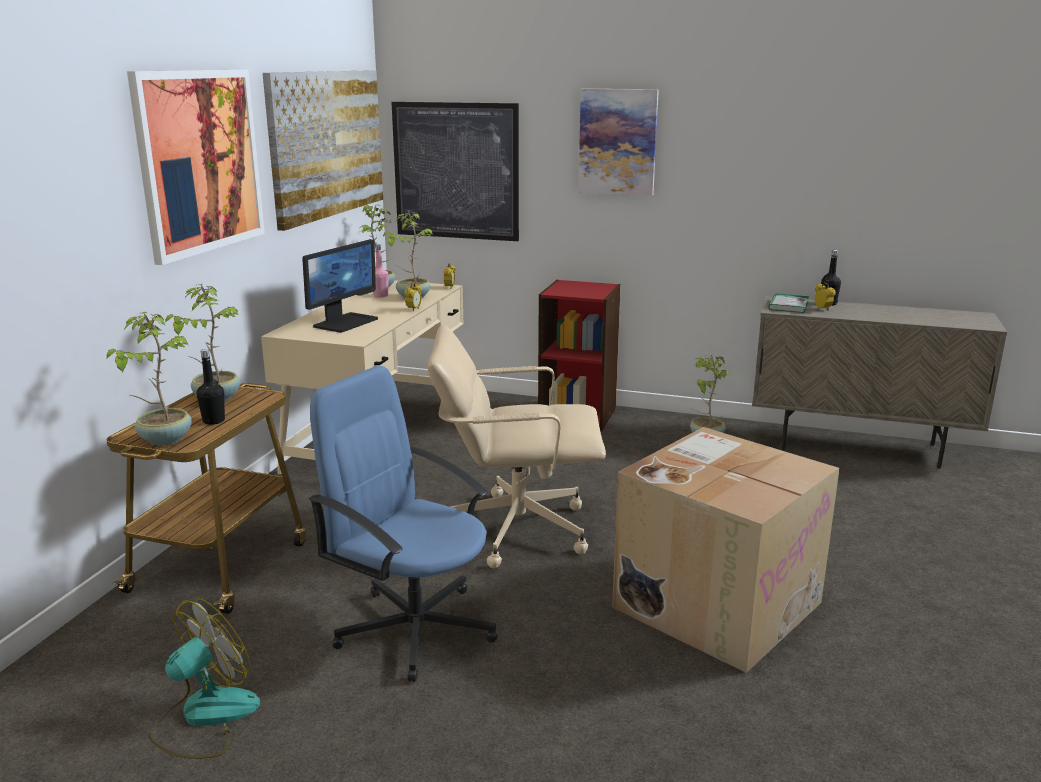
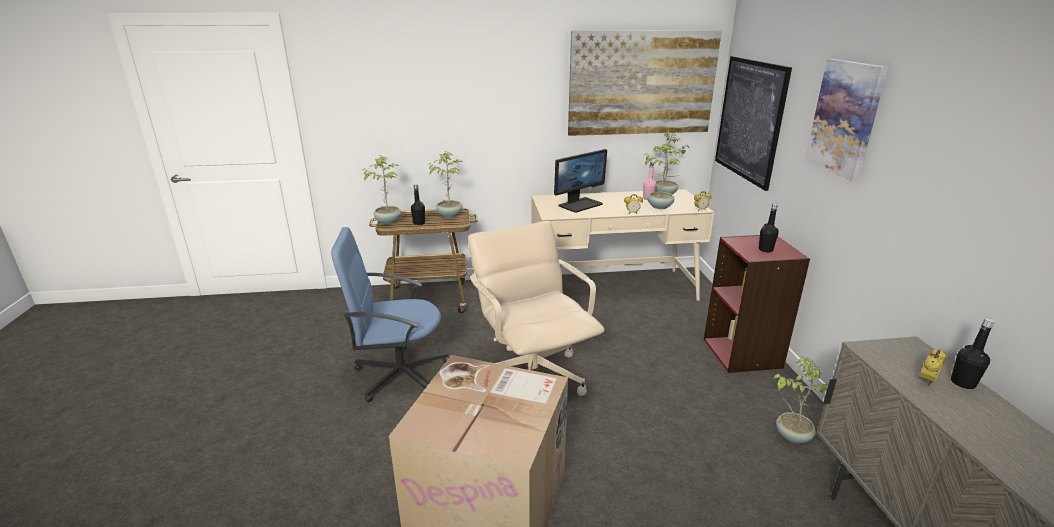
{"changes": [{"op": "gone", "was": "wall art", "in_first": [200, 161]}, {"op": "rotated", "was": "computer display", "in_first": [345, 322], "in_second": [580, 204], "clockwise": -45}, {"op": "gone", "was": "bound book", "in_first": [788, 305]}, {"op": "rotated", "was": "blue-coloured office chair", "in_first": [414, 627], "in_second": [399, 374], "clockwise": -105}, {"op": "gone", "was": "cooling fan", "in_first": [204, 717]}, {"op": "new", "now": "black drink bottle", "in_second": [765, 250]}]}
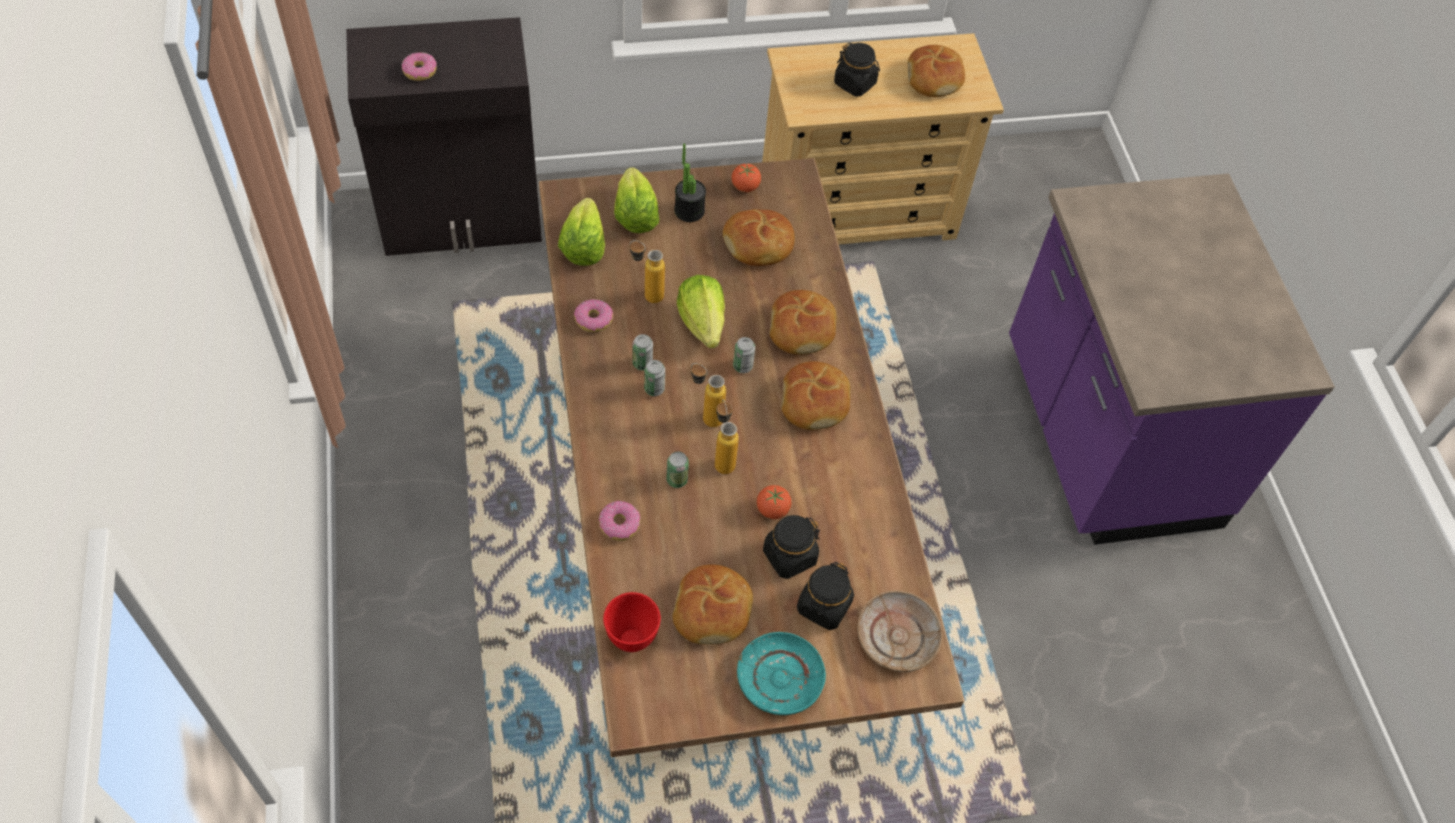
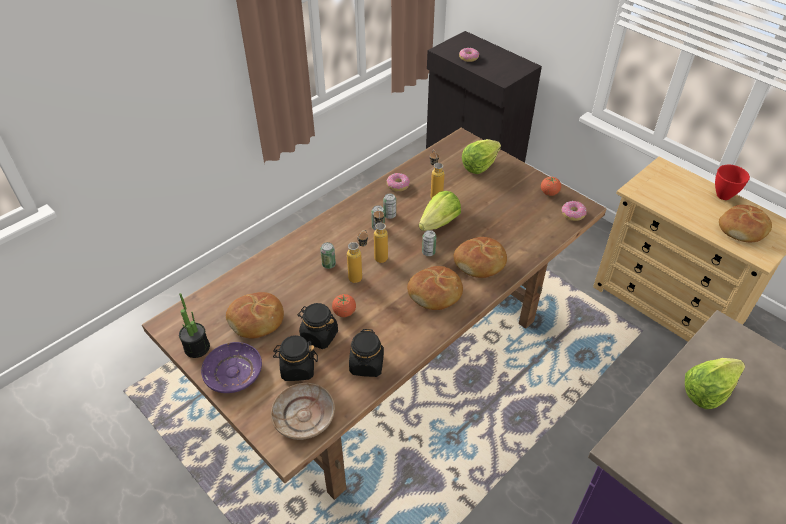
{"changes": [{"op": "shifted", "was": "black preserve jar", "in_first": [855, 84], "in_second": [366, 365]}, {"op": "shifted", "was": "plant in a pot", "in_first": [689, 211], "in_second": [197, 348]}, {"op": "shifted", "was": "lettuce head", "in_first": [583, 247], "in_second": [707, 391]}, {"op": "gone", "was": "baked bread", "in_first": [758, 245]}, {"op": "shifted", "was": "doughnut", "in_first": [619, 524], "in_second": [573, 214]}, {"op": "shifted", "was": "red-coloured serving bowl", "in_first": [633, 641], "in_second": [723, 196]}, {"op": "repainted", "was": "blue-green flat dish", "now": "purplish flat dish", "in_first": [780, 679], "in_second": [233, 373]}]}
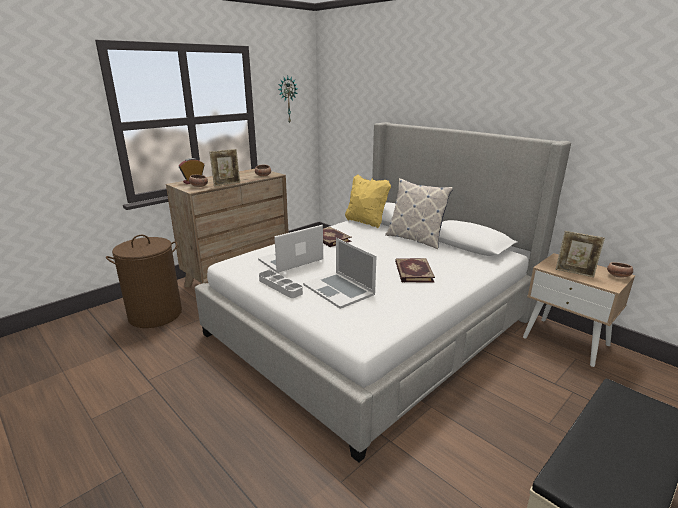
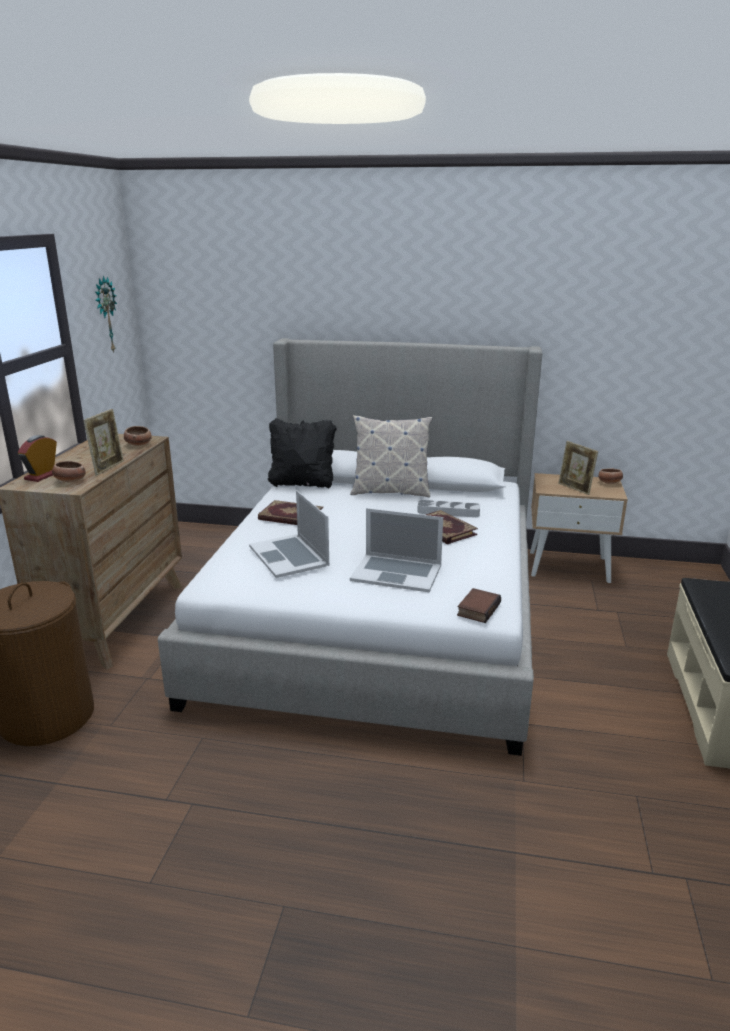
{"changes": [{"op": "repainted", "was": "yellow pillow", "now": "black pillow", "in_first": [366, 222], "in_second": [302, 484]}, {"op": "rotated", "was": "laptop", "in_first": [291, 259], "in_second": [289, 556], "clockwise": -45}, {"op": "rotated", "was": "standing frame", "in_first": [574, 272], "in_second": [575, 489], "clockwise": 60}, {"op": "shifted", "was": "grey carrying tray", "in_first": [280, 286], "in_second": [448, 512]}, {"op": "new", "now": "bound book", "in_second": [477, 609]}]}
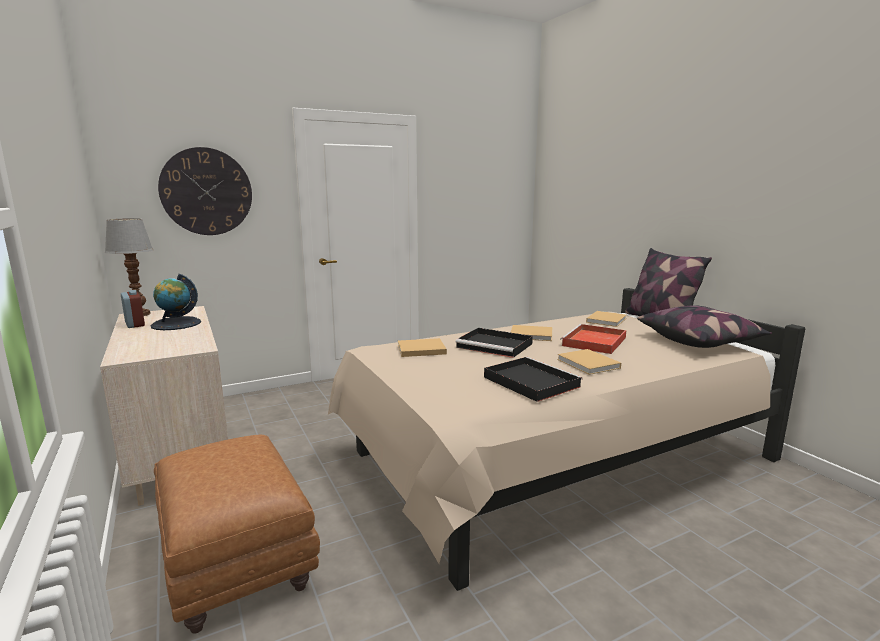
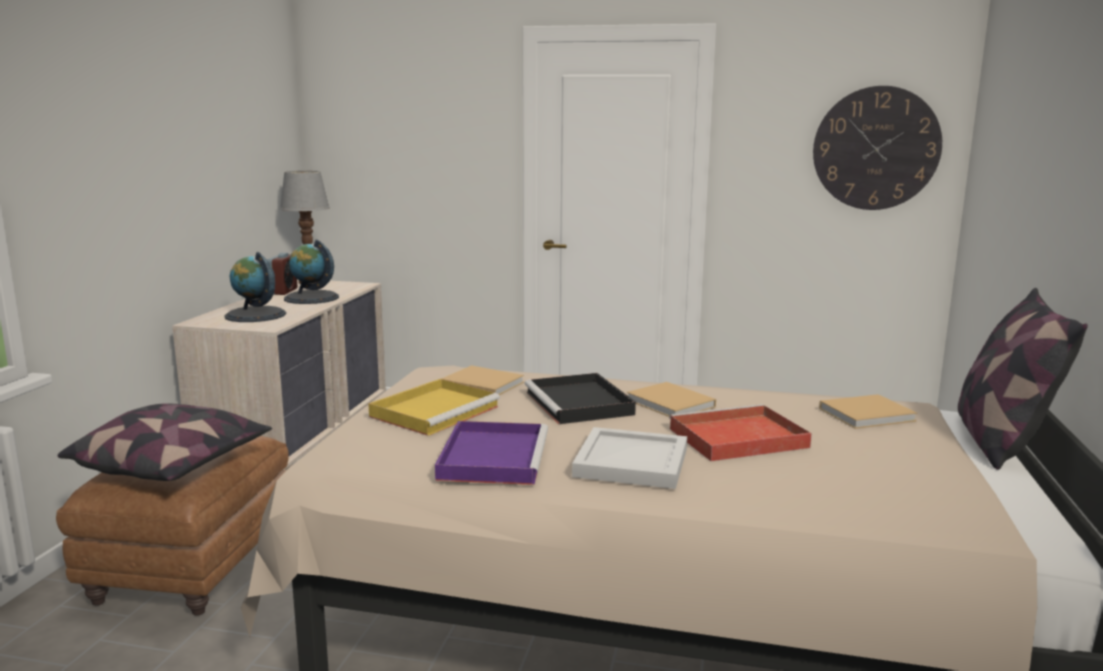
{"changes": [{"op": "shifted", "was": "clock on the wall", "in_first": [206, 192], "in_second": [876, 148]}, {"op": "shifted", "was": "pillow", "in_first": [699, 341], "in_second": [173, 466]}, {"op": "swapped", "was": "beige-coloured bound book", "now": "white-coloured carrying tray", "in_first": [589, 364], "in_second": [633, 463]}, {"op": "repainted", "was": "black carrying tray", "now": "purplish carrying tray", "in_first": [529, 381], "in_second": [493, 457]}, {"op": "new", "now": "world globe", "in_second": [255, 315]}, {"op": "new", "now": "yellow carrying tray", "in_second": [436, 411]}]}
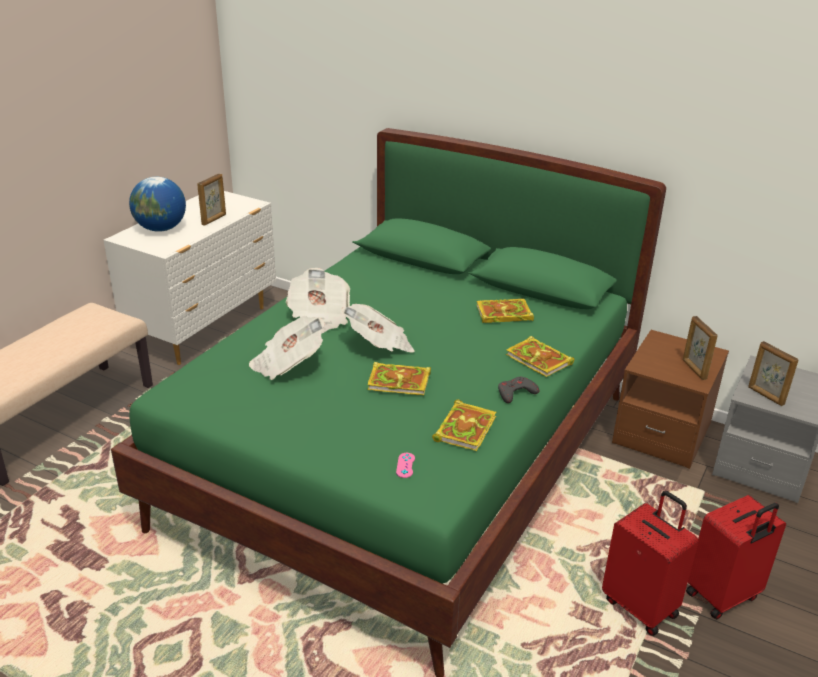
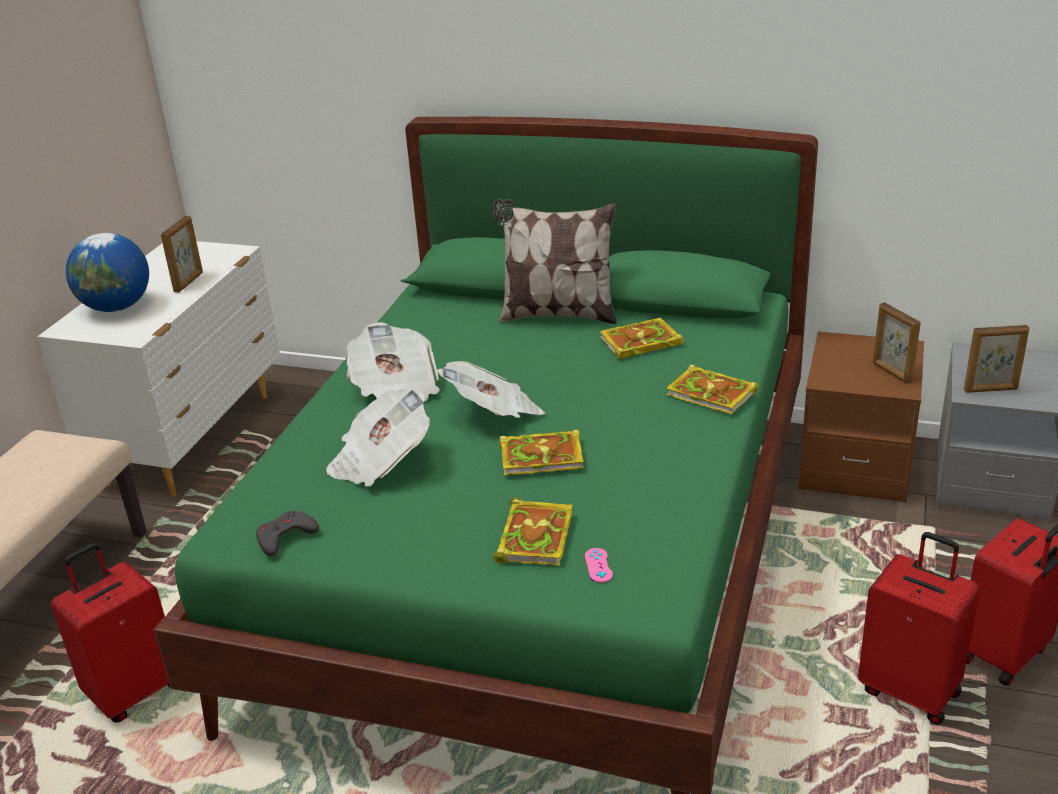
{"changes": [{"op": "rotated", "was": "standing frame", "in_first": [765, 396], "in_second": [991, 390], "clockwise": -45}, {"op": "shifted", "was": "grey joypad", "in_first": [516, 393], "in_second": [285, 537]}, {"op": "shifted", "was": "bound book", "in_first": [465, 428], "in_second": [534, 535]}, {"op": "new", "now": "pillow", "in_second": [557, 314]}, {"op": "new", "now": "red-coloured travel case", "in_second": [134, 692]}]}
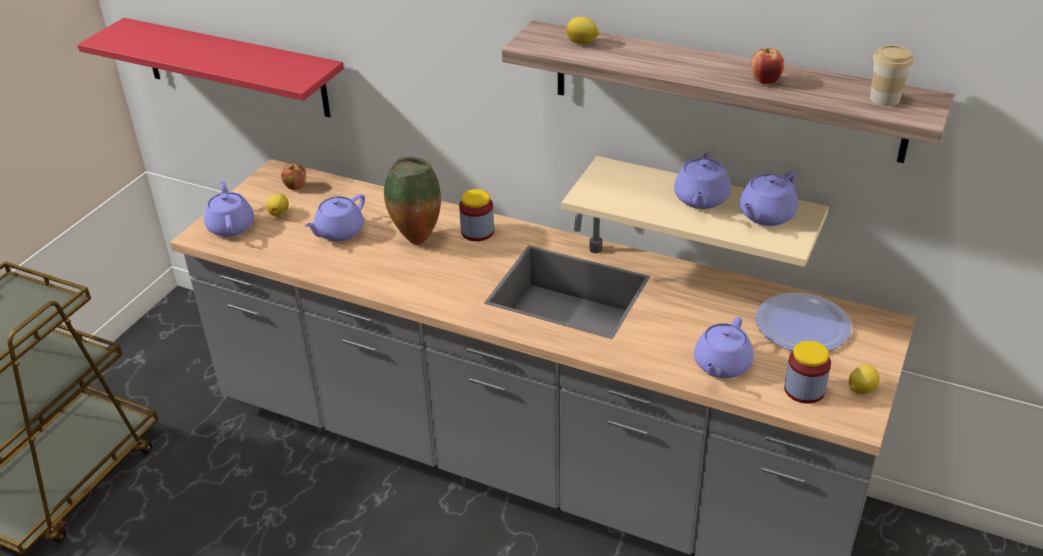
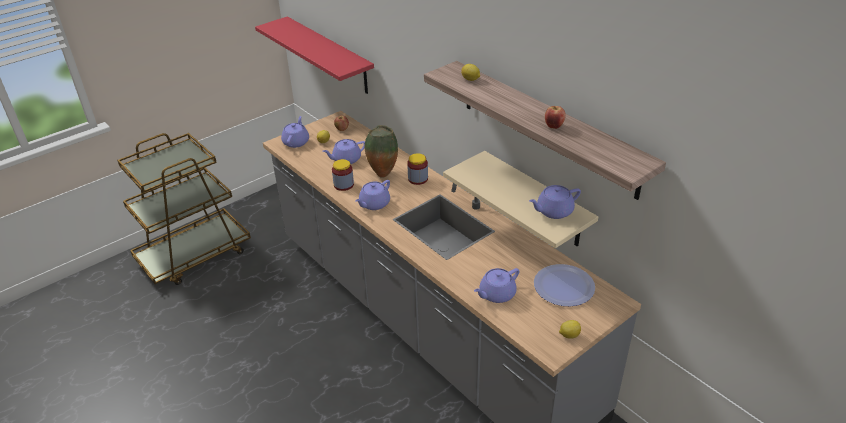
{"changes": [{"op": "gone", "was": "drinking cup", "in_first": [885, 99]}, {"op": "shifted", "was": "purplish pot for tea", "in_first": [701, 199], "in_second": [374, 204]}, {"op": "shifted", "was": "preserve jar", "in_first": [804, 390], "in_second": [343, 185]}]}
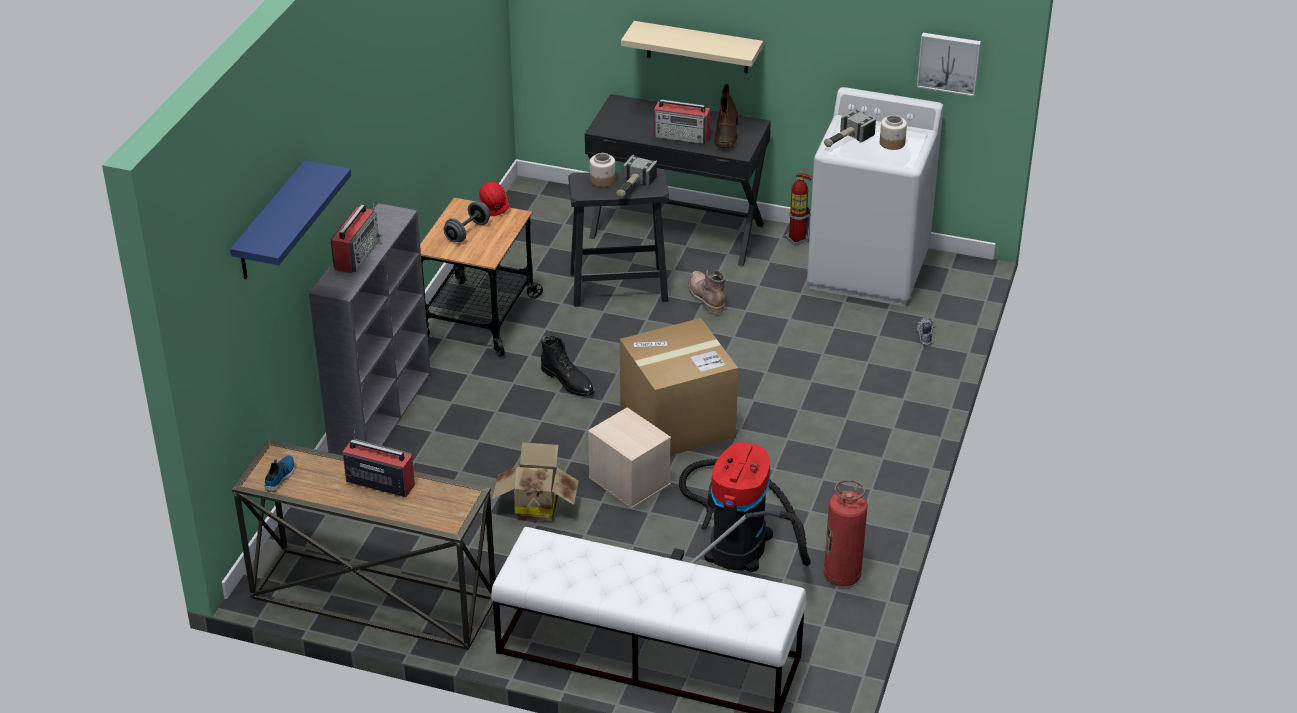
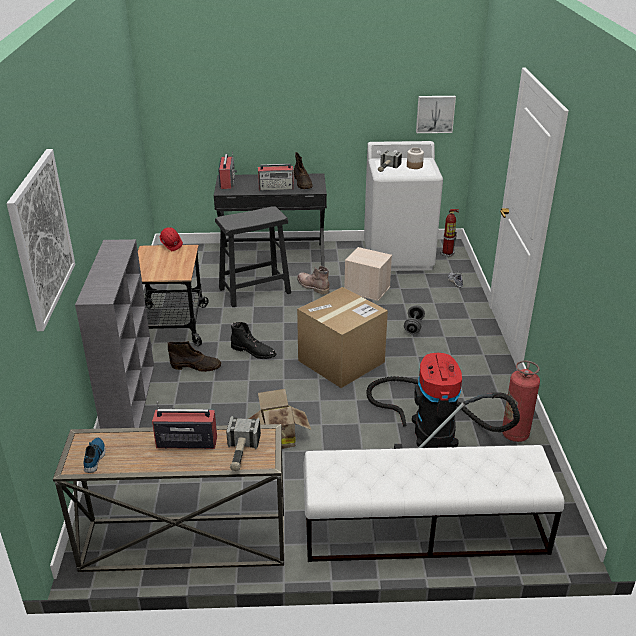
{"changes": [{"op": "gone", "was": "beige-coloured shelf", "in_first": [697, 47]}, {"op": "gone", "was": "preserve jar", "in_first": [603, 180]}, {"op": "shifted", "was": "hand hammer", "in_first": [632, 187], "in_second": [241, 453]}, {"op": "swapped", "was": "blue-coloured shelf", "now": "wall art", "in_first": [270, 223], "in_second": [41, 237]}, {"op": "shifted", "was": "fire-fighting cylinder", "in_first": [797, 239], "in_second": [447, 254]}, {"op": "shifted", "was": "grey free weight", "in_first": [467, 232], "in_second": [413, 326]}, {"op": "shifted", "was": "radio set", "in_first": [357, 254], "in_second": [227, 181]}, {"op": "shifted", "was": "beige-coloured storage box", "in_first": [628, 481], "in_second": [366, 289]}, {"op": "new", "now": "brown-coloured boot", "in_second": [196, 366]}]}
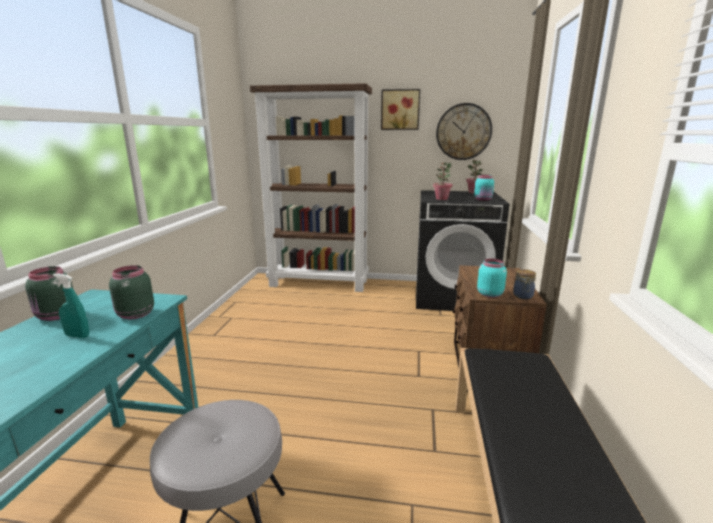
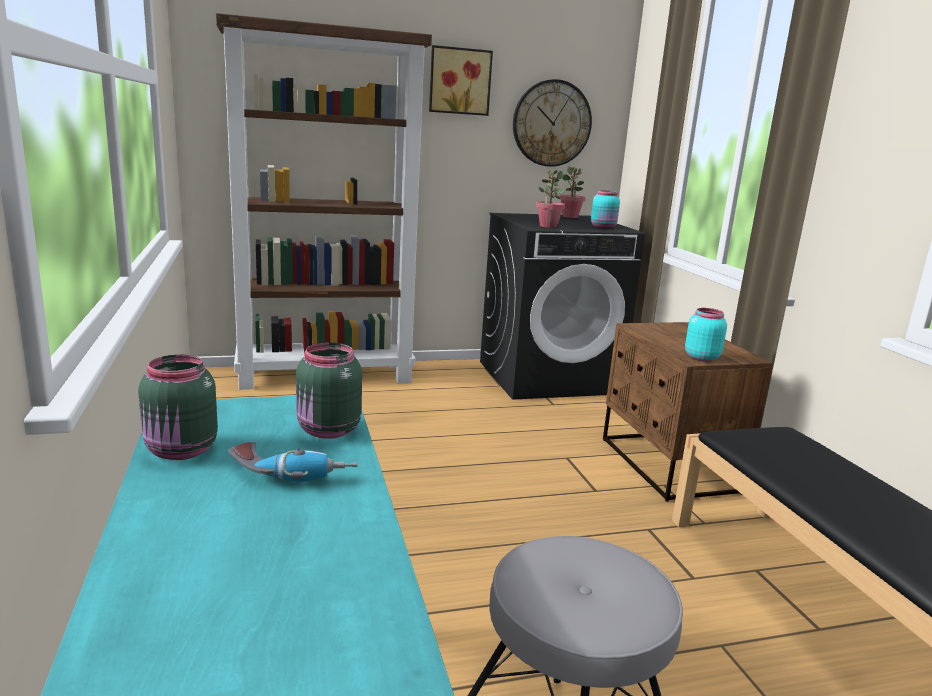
{"changes": [{"op": "gone", "was": "preserve jar", "in_first": [523, 296]}, {"op": "swapped", "was": "blue-green hand sprayer", "now": "power drill", "in_first": [77, 336], "in_second": [292, 474]}]}
